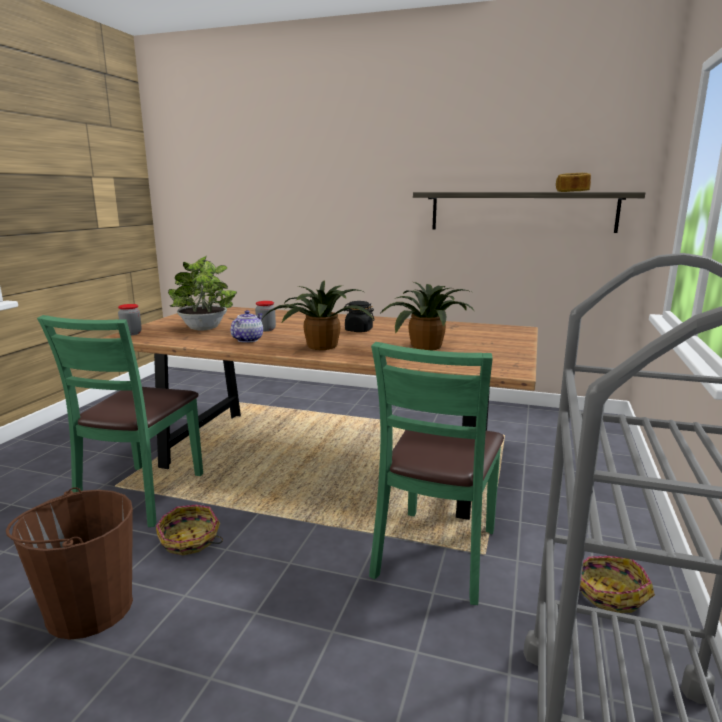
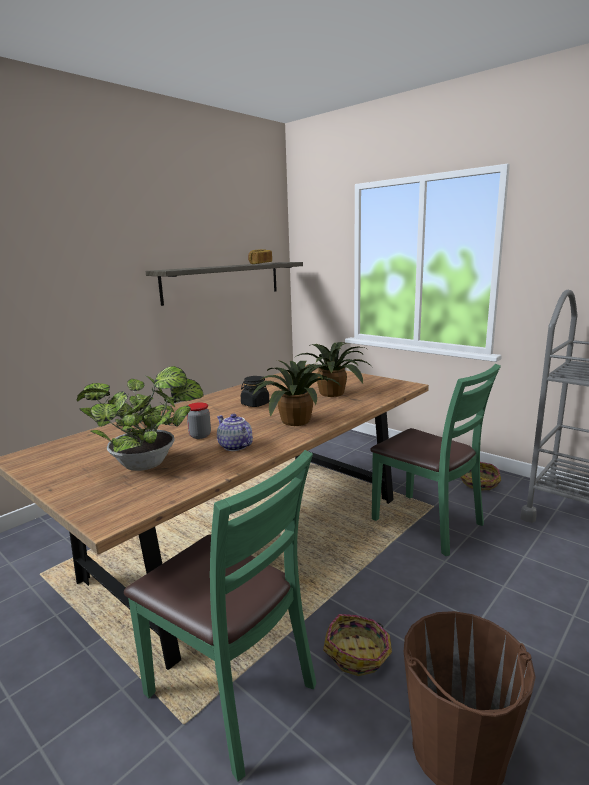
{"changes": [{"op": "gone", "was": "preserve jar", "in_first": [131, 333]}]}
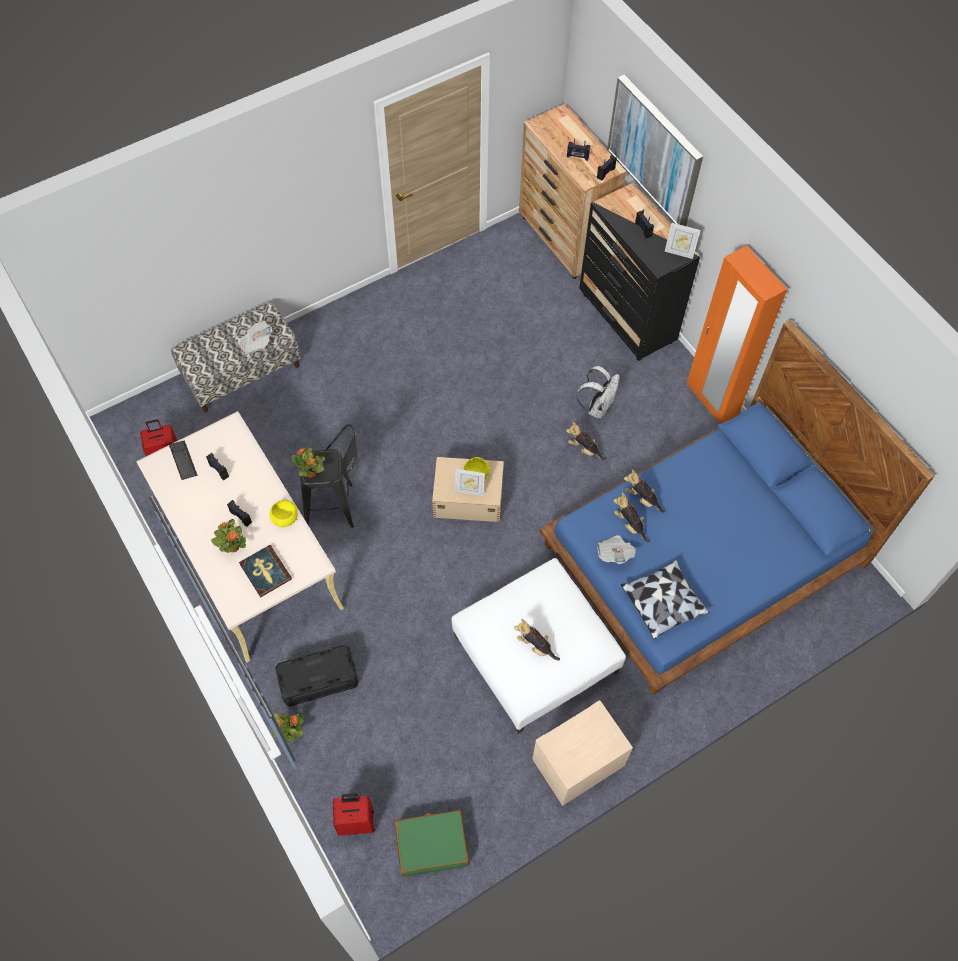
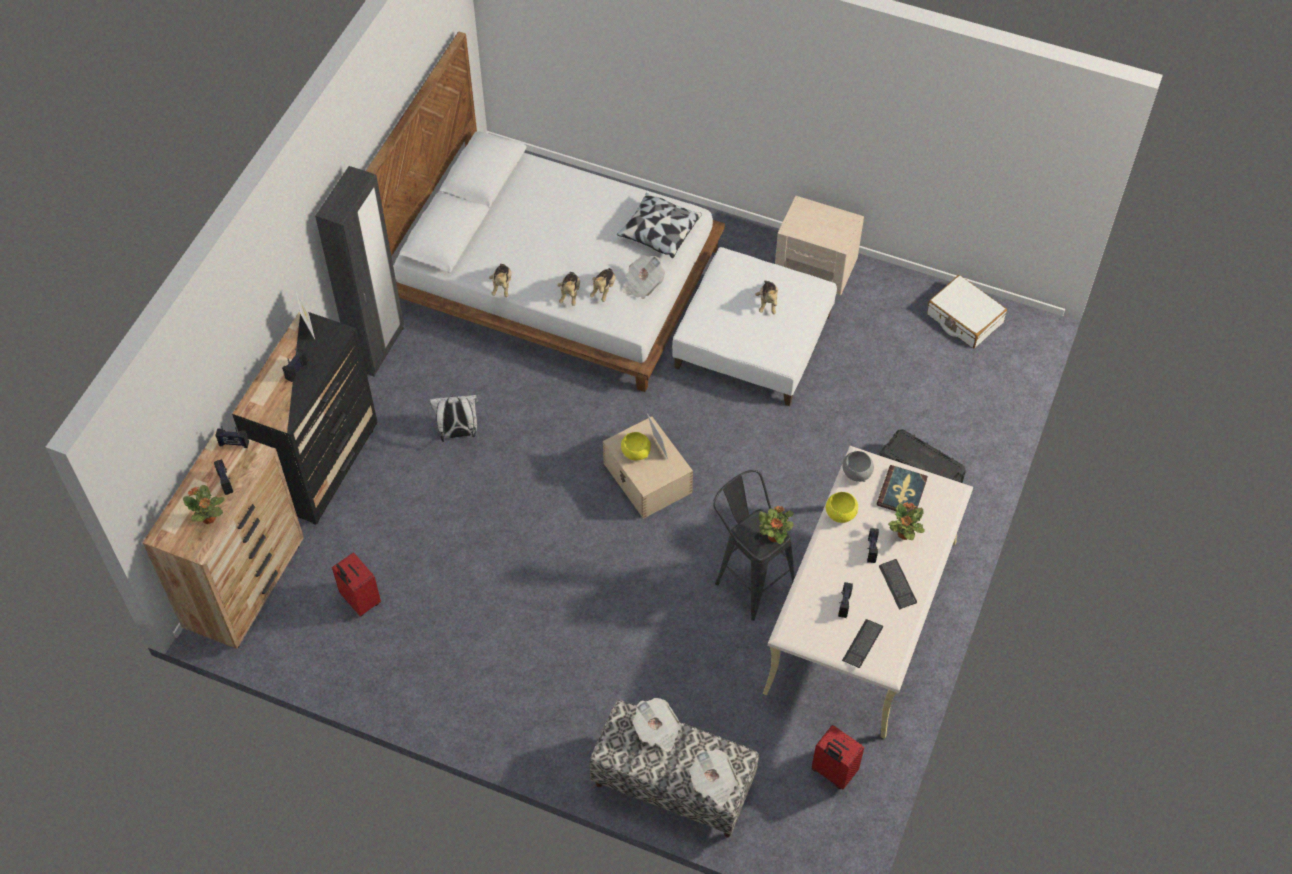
{"changes": [{"op": "gone", "was": "wall art", "in_first": [655, 151]}, {"op": "repainted", "was": "orange clothes cupboard", "now": "black clothes cupboard", "in_first": [711, 400], "in_second": [378, 348]}, {"op": "repainted", "was": "blue-coloured bed", "now": "white-coloured bed", "in_first": [703, 554], "in_second": [557, 276]}, {"op": "shifted", "was": "soft toy", "in_first": [584, 449], "in_second": [502, 285]}, {"op": "shifted", "was": "plant in a pot", "in_first": [290, 733], "in_second": [209, 519]}, {"op": "shifted", "was": "red-coloured travel case", "in_first": [356, 821], "in_second": [359, 601]}, {"op": "repainted", "was": "green-coloured travel case", "now": "white-coloured travel case", "in_first": [432, 845], "in_second": [964, 318]}, {"op": "new", "now": "grey serving bowl", "in_second": [856, 473]}, {"op": "new", "now": "computer keyboard", "in_second": [897, 584]}, {"op": "new", "now": "daily paper", "in_second": [713, 782]}]}
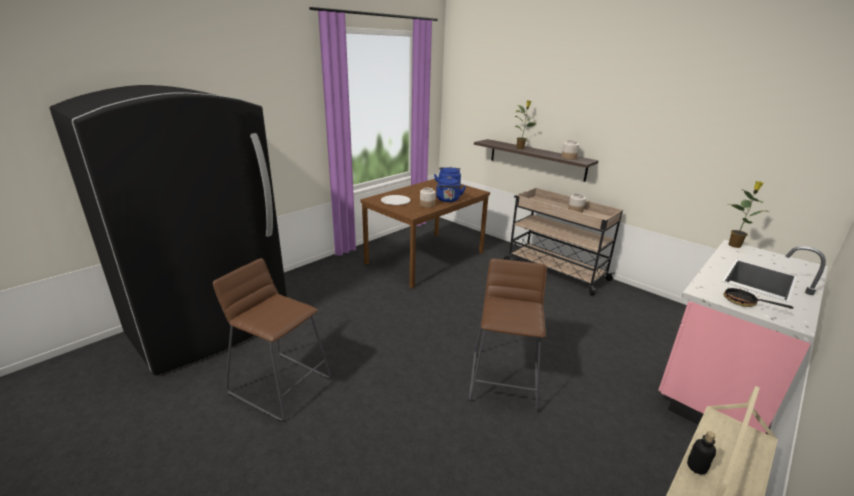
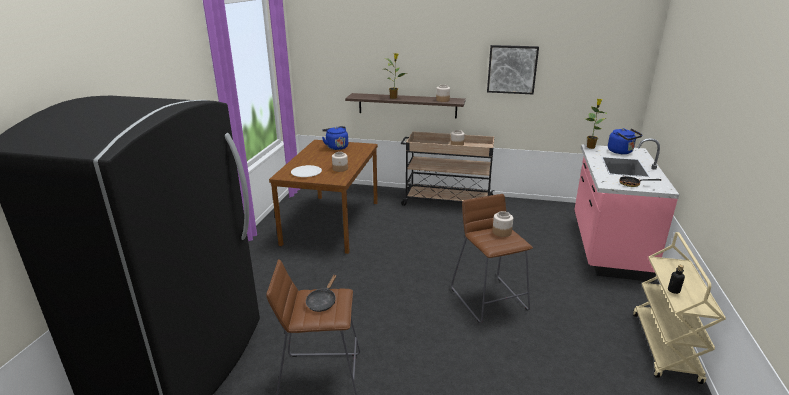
{"changes": [{"op": "shifted", "was": "blue-coloured tea kettle", "in_first": [448, 200], "in_second": [621, 152]}, {"op": "new", "now": "wall art", "in_second": [512, 69]}, {"op": "new", "now": "preserve jar", "in_second": [501, 232]}, {"op": "new", "now": "black skillet", "in_second": [322, 302]}]}
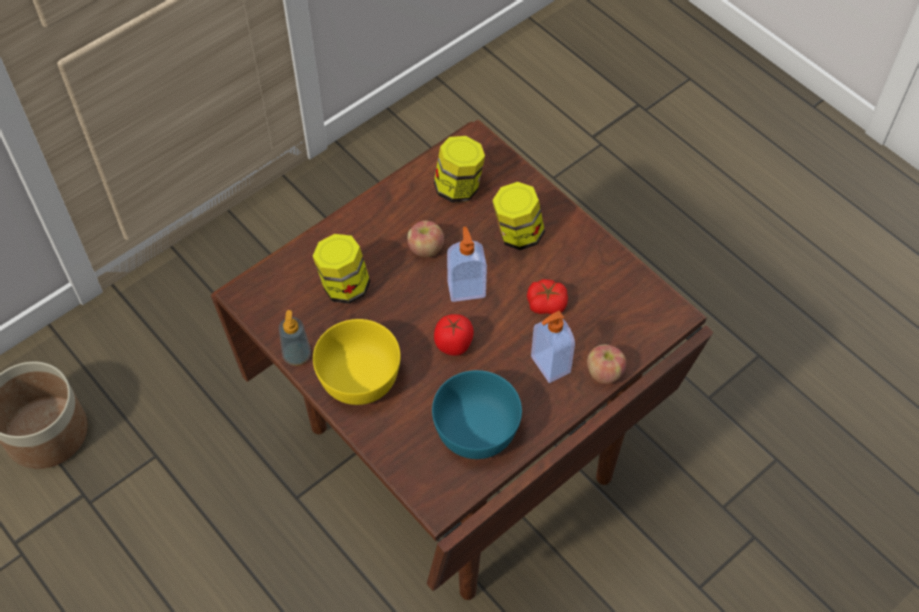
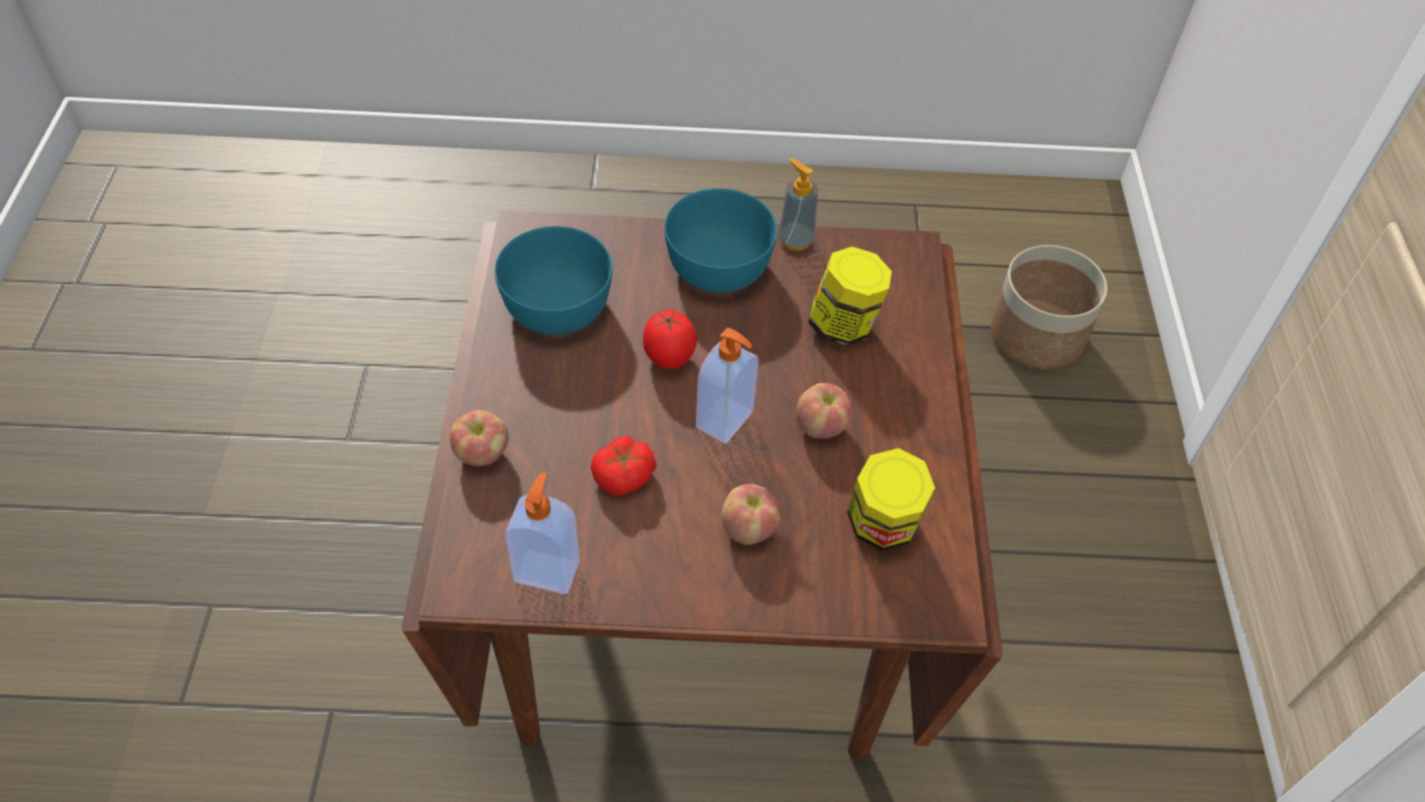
{"changes": [{"op": "swapped", "was": "preserve jar", "now": "apple fruit", "in_first": [517, 234], "in_second": [748, 528]}, {"op": "shifted", "was": "soap dispenser", "in_first": [549, 365], "in_second": [547, 570]}, {"op": "repainted", "was": "yellow serving bowl", "now": "blue-green serving bowl", "in_first": [360, 376], "in_second": [718, 267]}]}
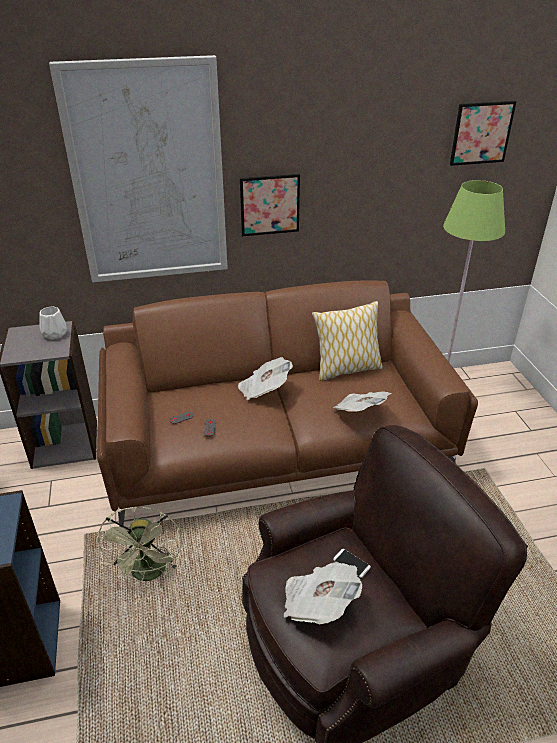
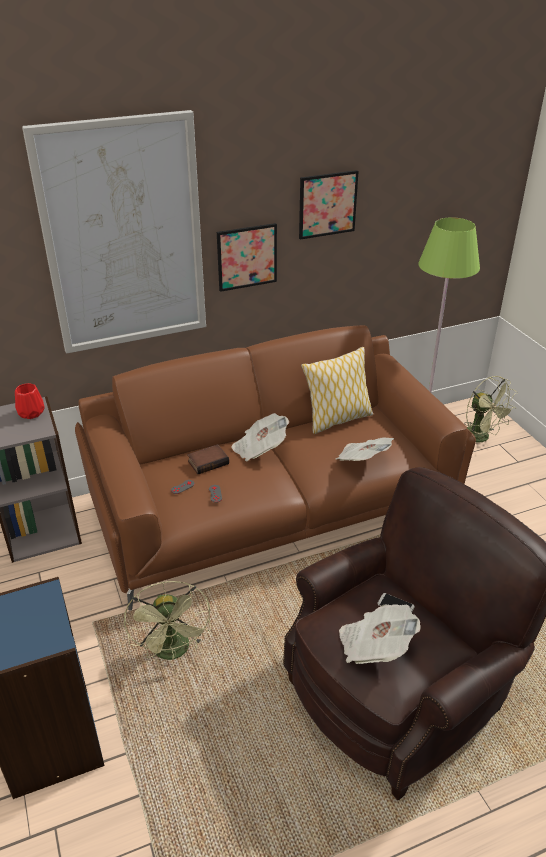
{"changes": [{"op": "shifted", "was": "wall art", "in_first": [481, 133], "in_second": [327, 204]}, {"op": "repainted", "was": "white-coloured vase", "now": "red-coloured vase", "in_first": [54, 334], "in_second": [31, 413]}, {"op": "new", "now": "green-coloured cooling fan", "in_second": [481, 438]}, {"op": "new", "now": "bound book", "in_second": [208, 461]}]}
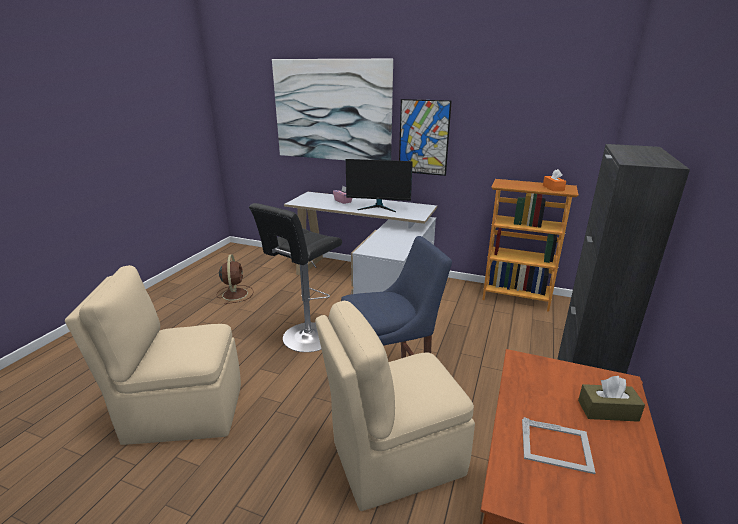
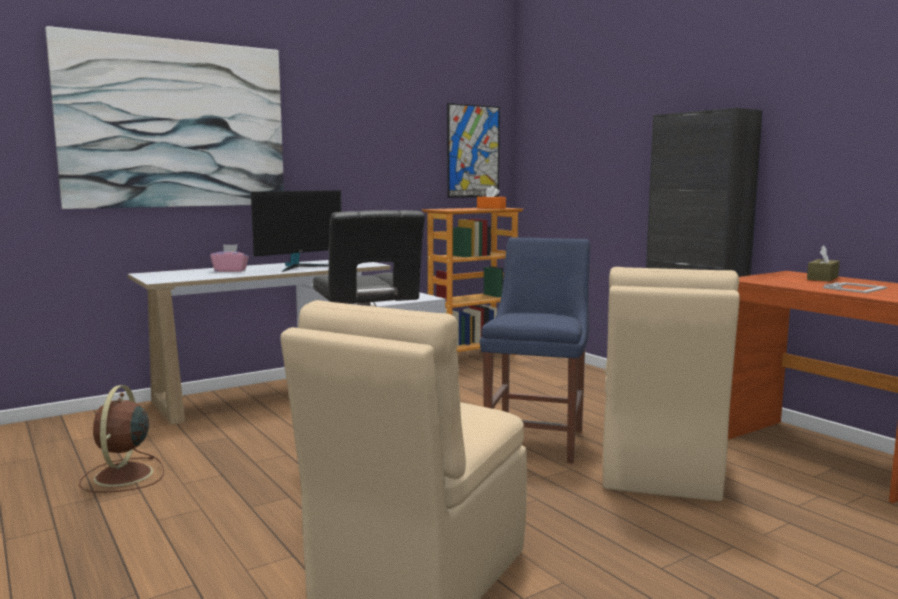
{"changes": [{"op": "shifted", "was": "wall art", "in_first": [423, 137], "in_second": [473, 151]}, {"op": "rotated", "was": "brown-coloured cooling fan", "in_first": [235, 293], "in_second": [122, 476], "clockwise": -120}]}
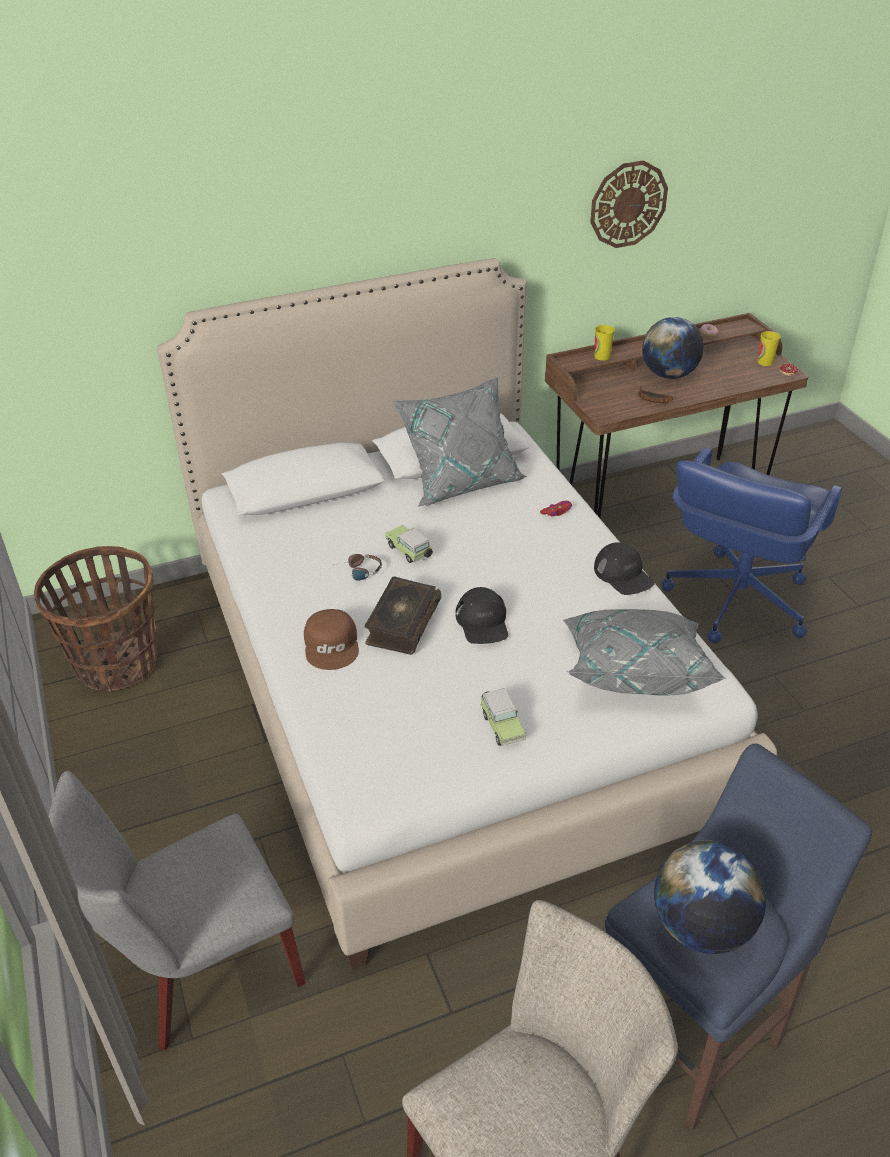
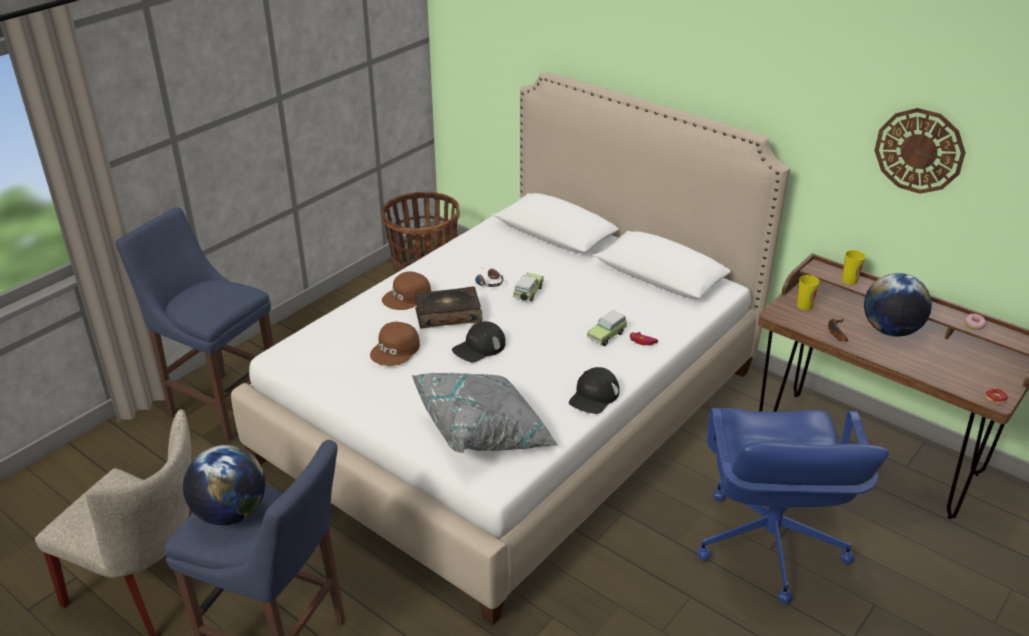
{"changes": [{"op": "shifted", "was": "drinking cup", "in_first": [765, 362], "in_second": [804, 305]}, {"op": "gone", "was": "grey pillow", "in_first": [461, 481]}, {"op": "rotated", "was": "blue-coloured office chair", "in_first": [735, 600], "in_second": [768, 544], "clockwise": -90}, {"op": "shifted", "was": "toy car", "in_first": [501, 725], "in_second": [607, 335]}, {"op": "swapped", "was": "grey plain chair", "now": "blue-coloured sitting stool", "in_first": [199, 971], "in_second": [221, 404]}, {"op": "new", "now": "brown-coloured peaked cap", "in_second": [396, 350]}]}
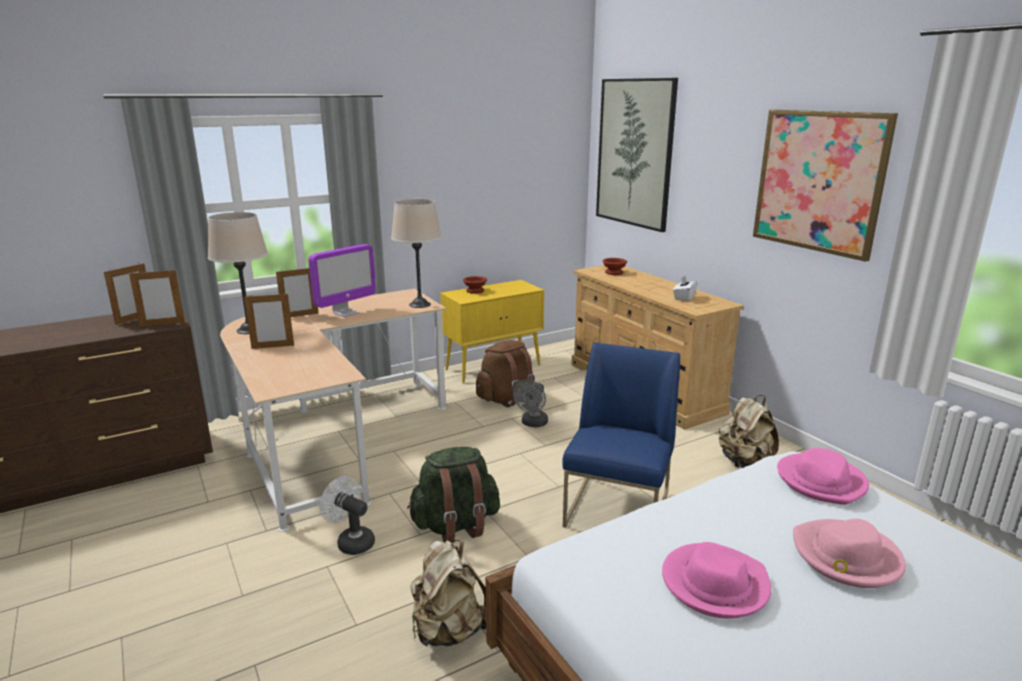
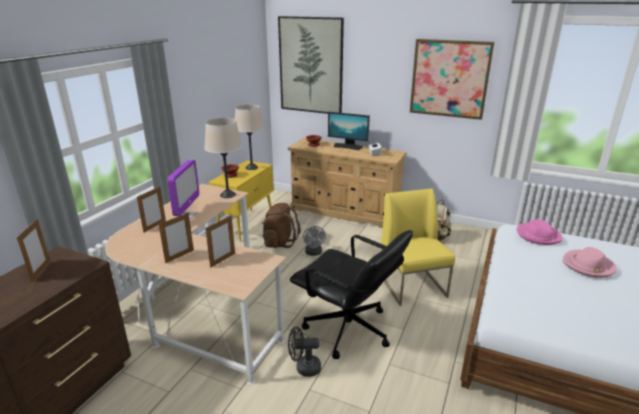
{"changes": [{"op": "shifted", "was": "beige-coloured table lamp", "in_first": [249, 330], "in_second": [252, 167]}, {"op": "shifted", "was": "standing frame", "in_first": [162, 324], "in_second": [223, 260]}, {"op": "repainted", "was": "blue-coloured plain chair", "now": "yellow plain chair", "in_first": [618, 510], "in_second": [412, 285]}, {"op": "swapped", "was": "green-coloured rucksack", "now": "black office chair", "in_first": [456, 525], "in_second": [348, 330]}, {"op": "repainted", "was": "white-coloured cooling fan", "now": "black cooling fan", "in_first": [351, 542], "in_second": [304, 368]}, {"op": "gone", "was": "beige-coloured rucksack", "in_first": [448, 630]}, {"op": "gone", "was": "pink wearable hat", "in_first": [714, 584]}, {"op": "new", "now": "computer display", "in_second": [348, 146]}]}
